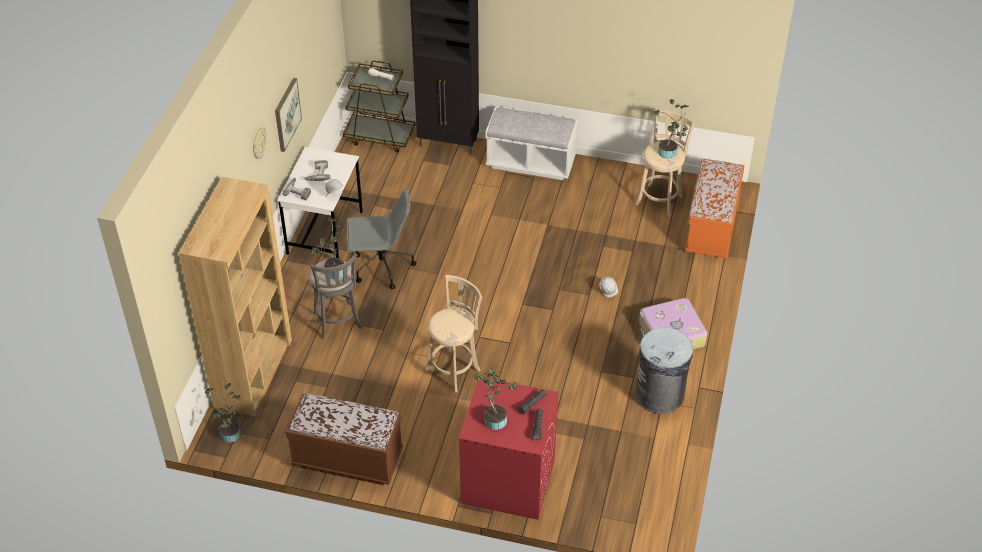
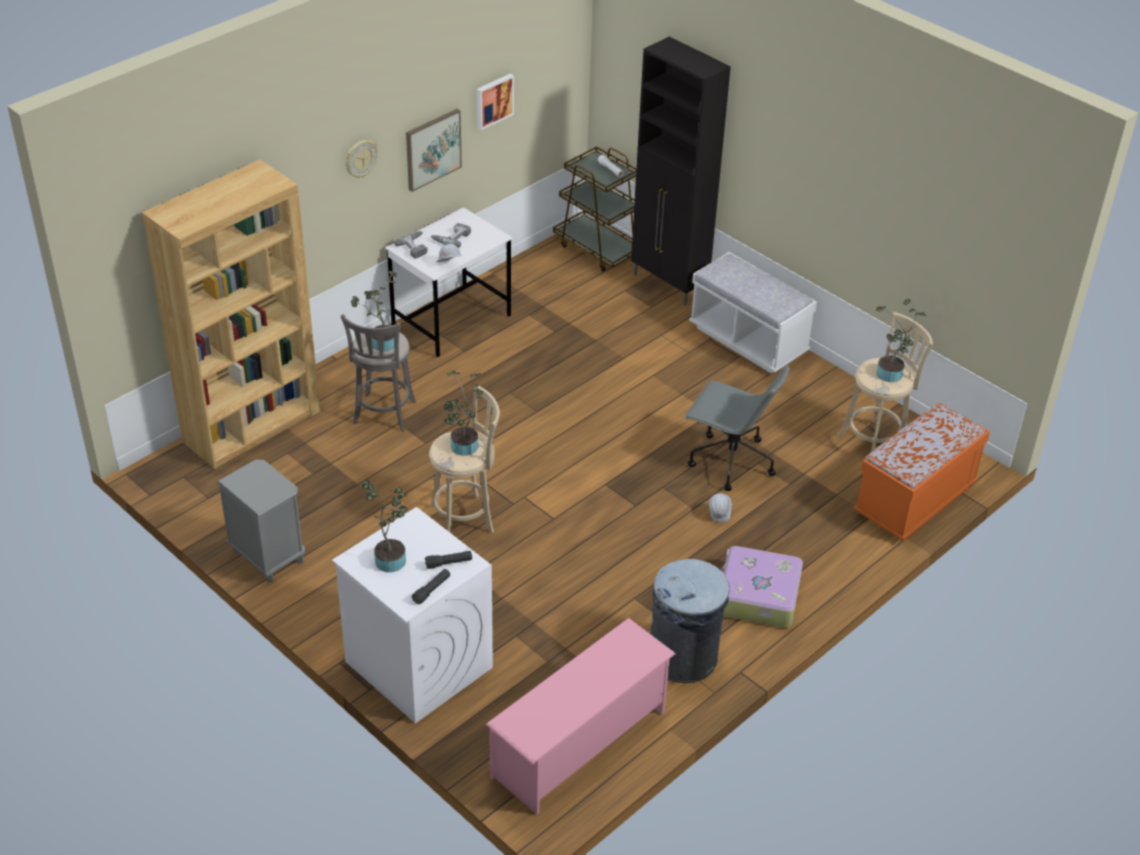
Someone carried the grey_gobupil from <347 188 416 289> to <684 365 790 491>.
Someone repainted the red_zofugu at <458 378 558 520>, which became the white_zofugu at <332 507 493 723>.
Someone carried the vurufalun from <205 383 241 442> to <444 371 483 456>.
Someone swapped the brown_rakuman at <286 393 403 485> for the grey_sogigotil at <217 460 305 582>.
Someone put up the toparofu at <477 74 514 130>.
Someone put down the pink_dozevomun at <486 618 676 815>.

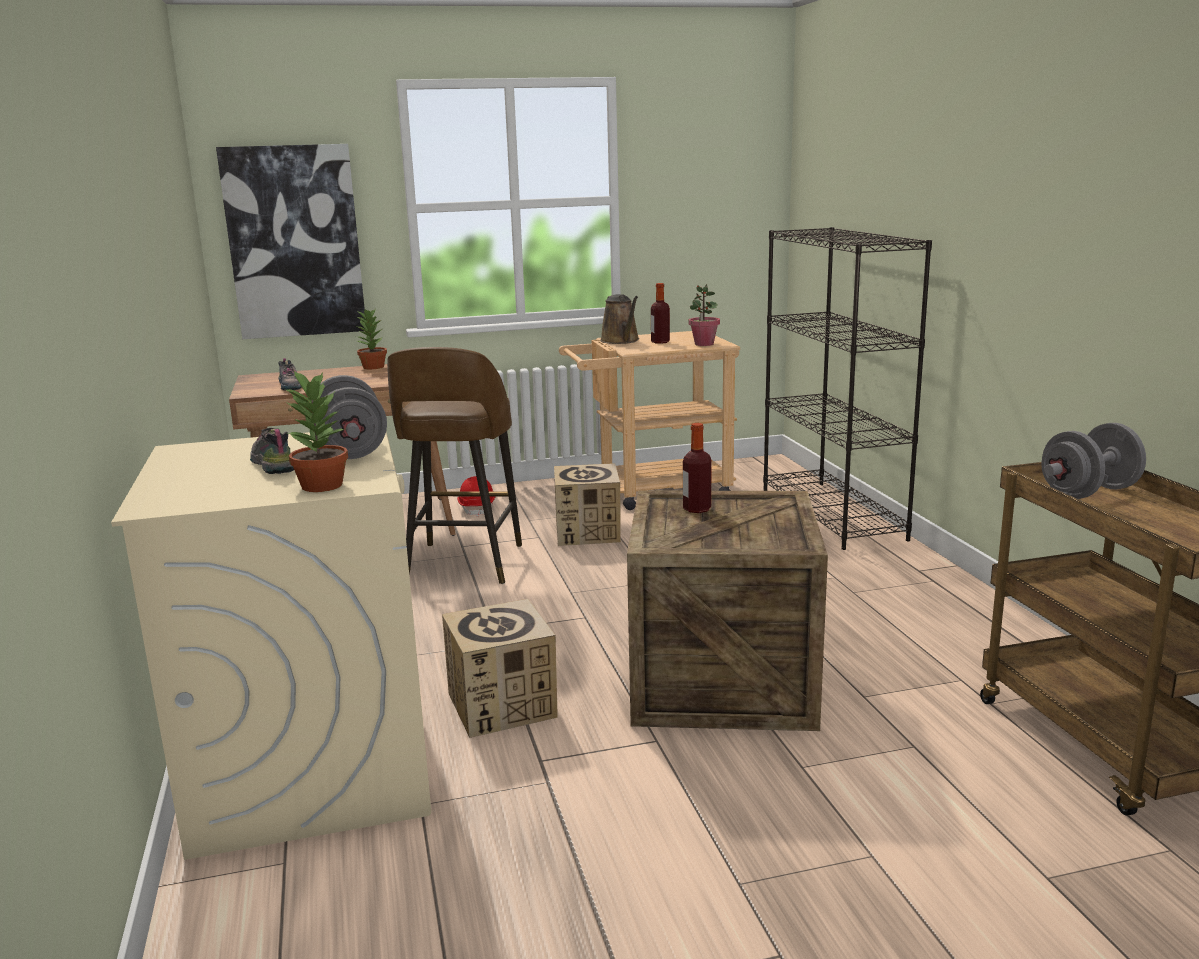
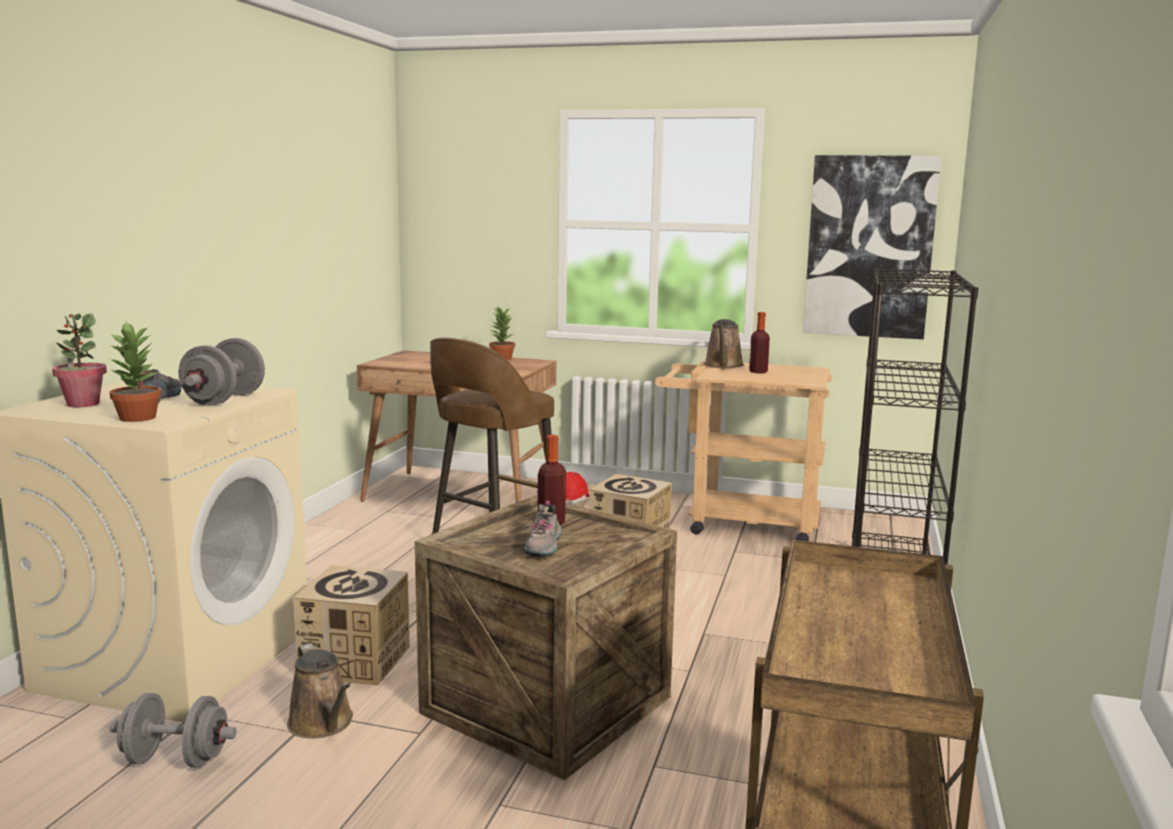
Someone carried the toparofu from <216 144 365 339> to <803 155 941 339>.
Someone carried the vurufalun from <689 284 720 346> to <52 314 107 407>.
Someone carried the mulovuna from <278 358 302 390> to <524 501 562 557>.
Someone carried the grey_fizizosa from <1041 423 1146 499> to <110 693 237 768>.
Someone put down the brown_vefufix at <287 643 353 739>.

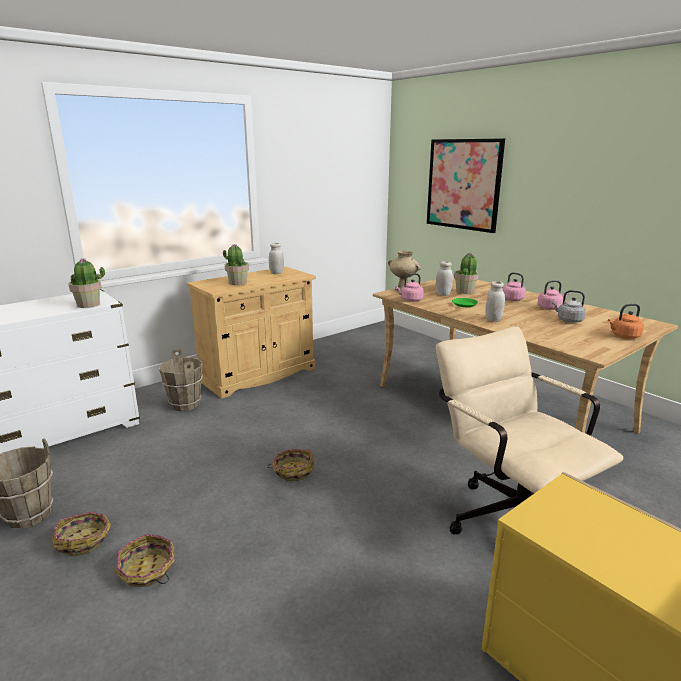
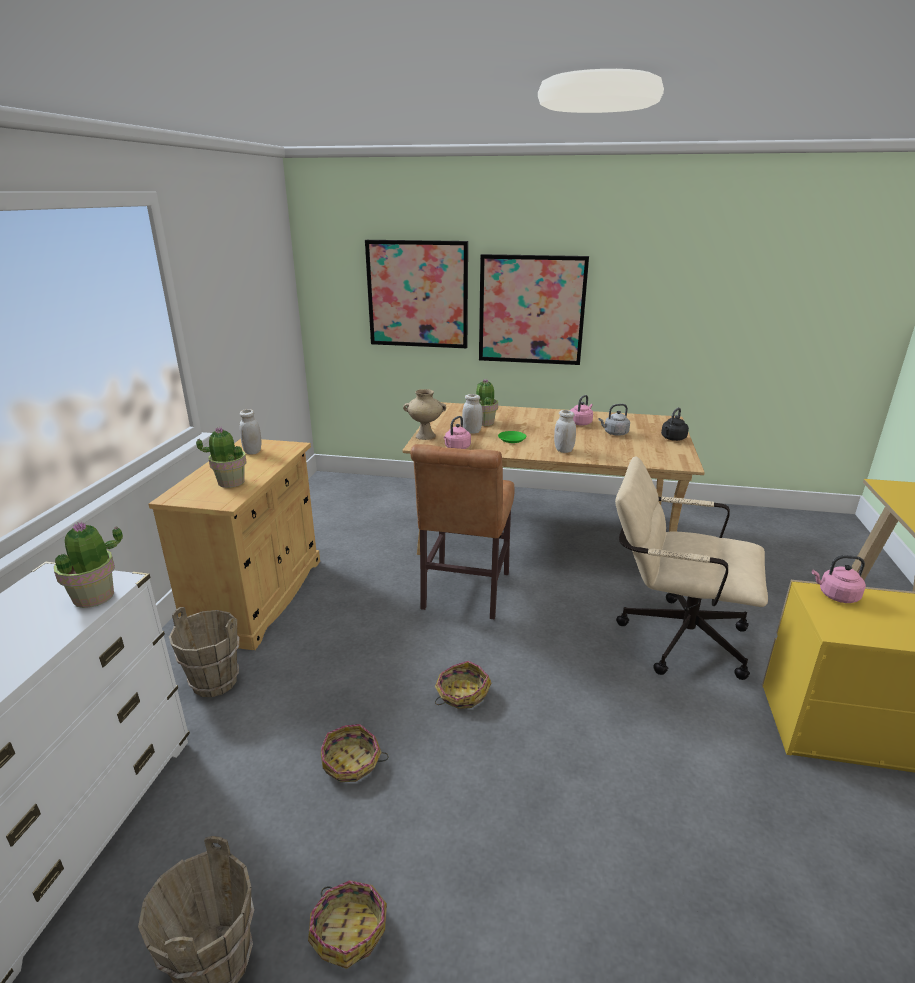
Someone carried the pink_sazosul from <502 272 526 301> to <812 555 866 603>.
Someone repainted the orange_sazosul at <608 304 644 339>, which became the black_sazosul at <661 408 689 441>.
Someone carried the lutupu from <116 534 175 587> to <321 724 389 782>.
Someone put up the toparofu at <479 254 589 365>.
Someone put down the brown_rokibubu at <410 444 514 619>.

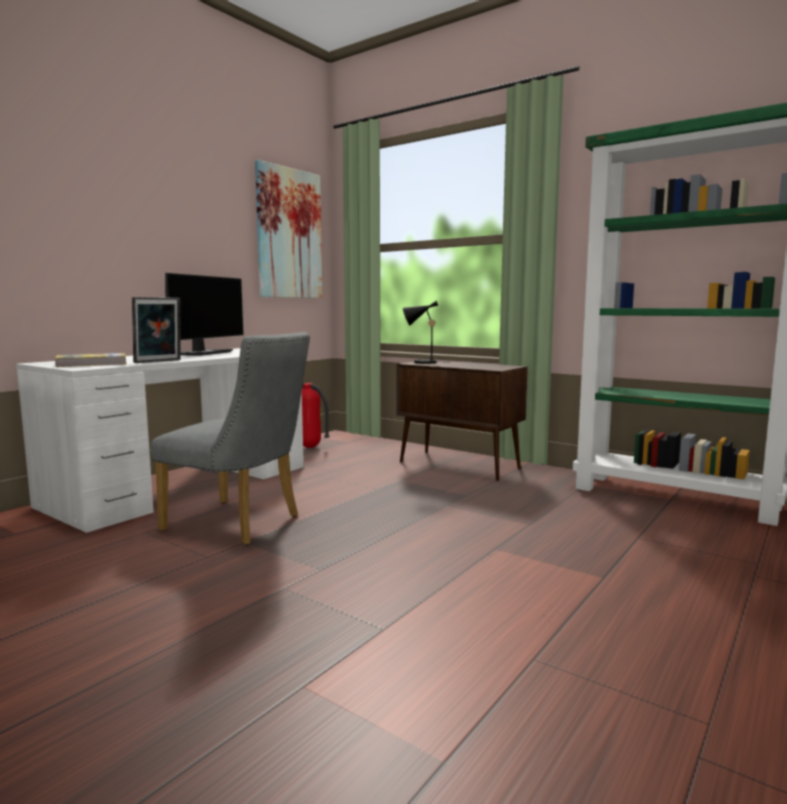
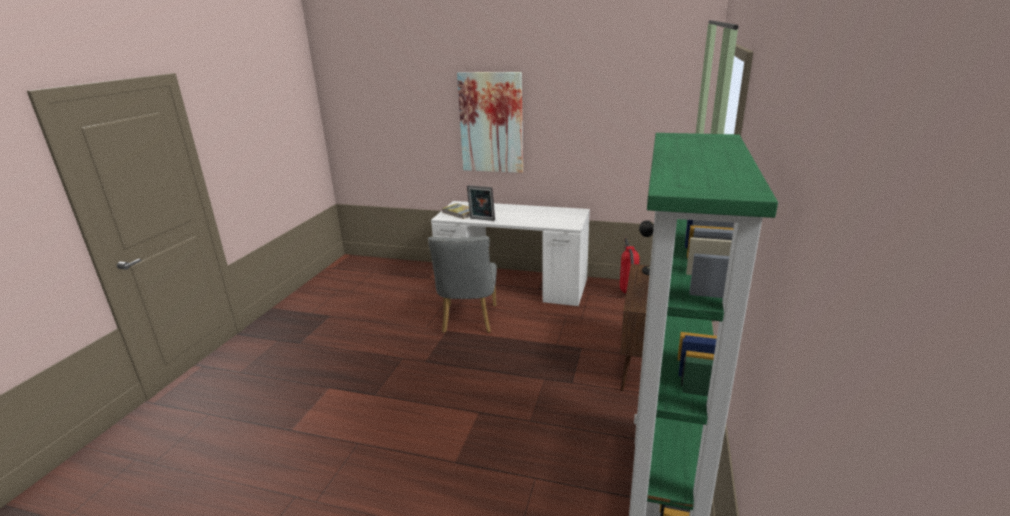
Someone carried the toparofu from <255 160 323 298> to <457 72 523 173>.
Someone took away the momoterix at <165 273 244 356>.

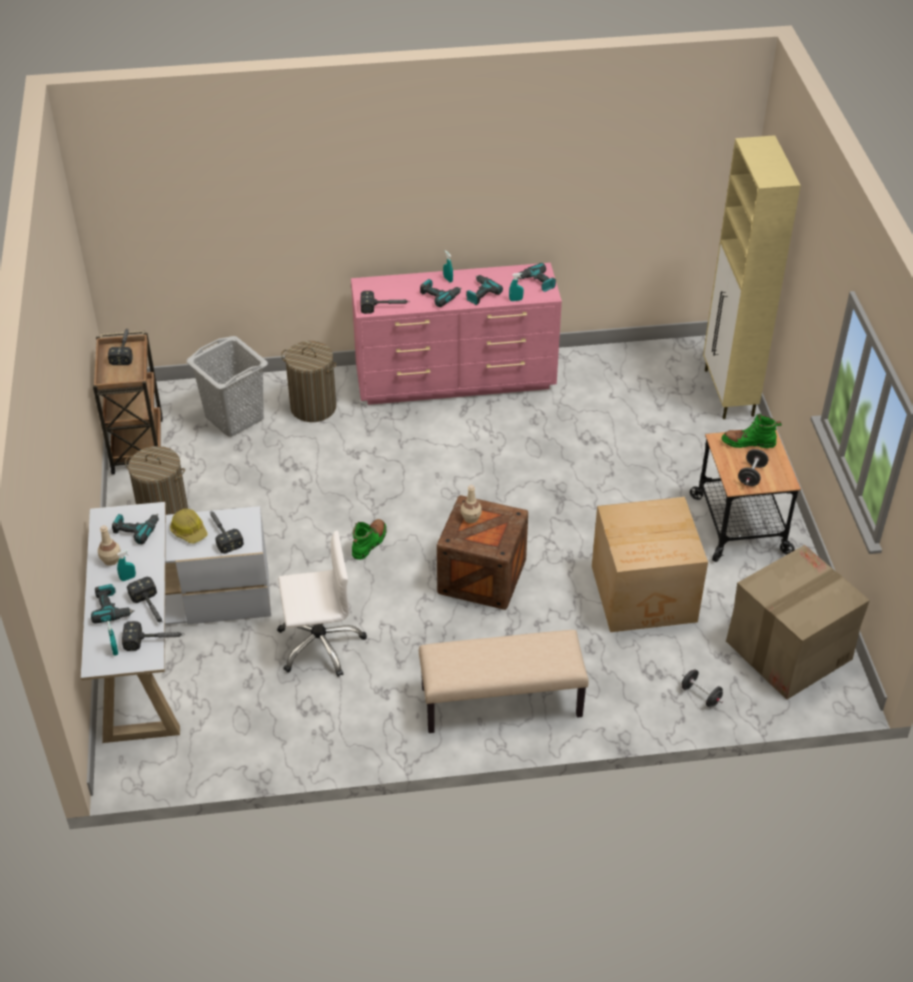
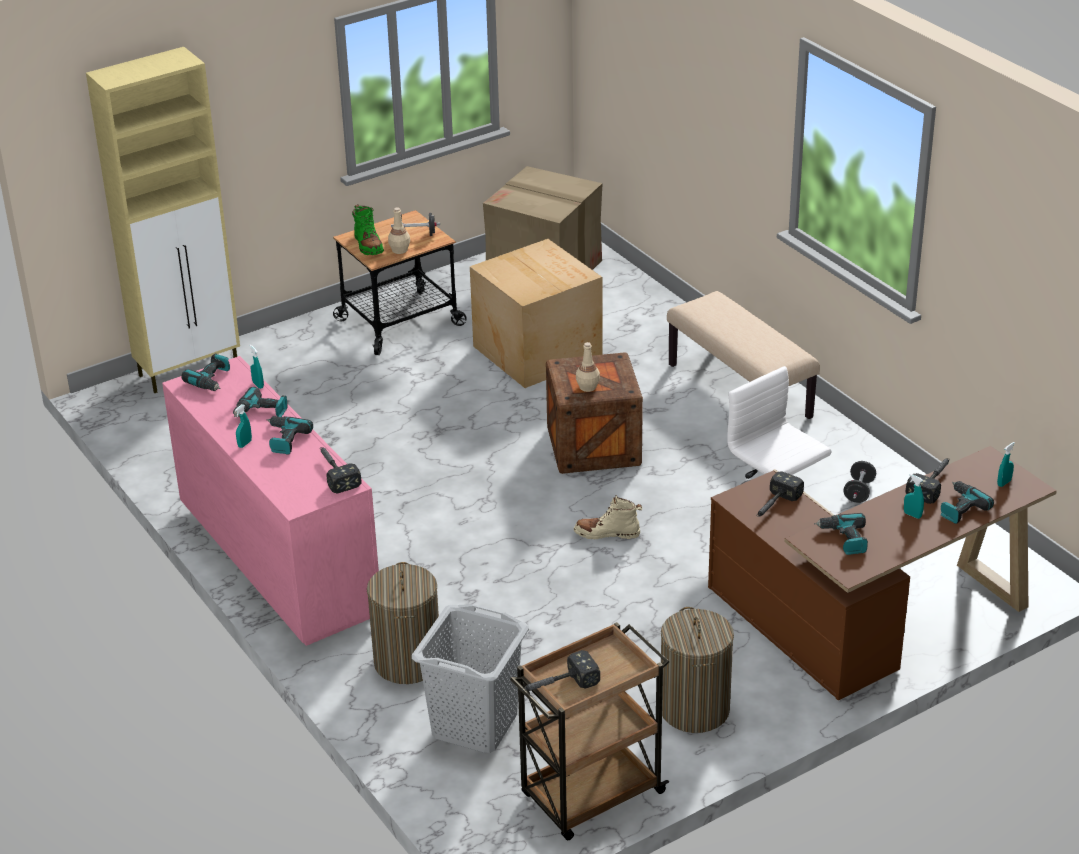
Someone repainted the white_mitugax at <81 502 271 743>, which became the brown_mitugax at <708 446 1057 700>.
Someone took away the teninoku at <170 509 208 543>.
Someone repainted the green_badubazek at <352 519 387 560>, which became the beige_badubazek at <574 495 642 539>.
Someone carried the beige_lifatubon from <98 525 121 566> to <388 207 410 254>.
Someone took away the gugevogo at <122 621 184 651>.
Someone carried the black_fizizosa from <682 669 723 707> to <844 461 876 503>.

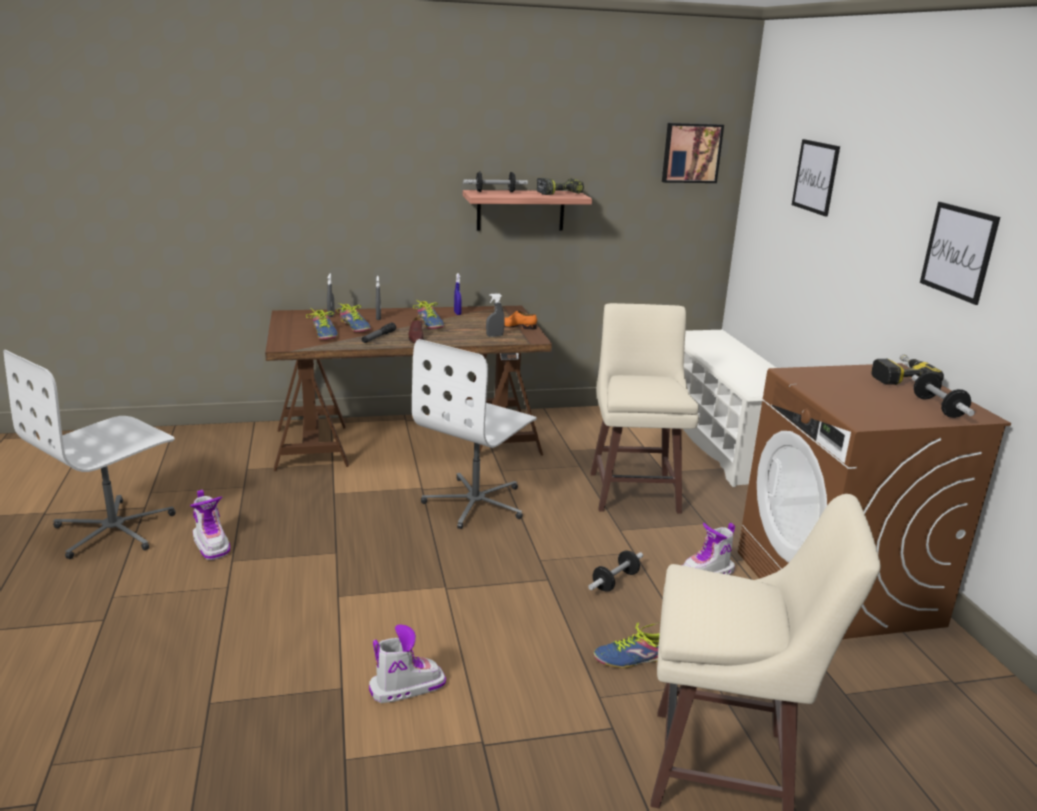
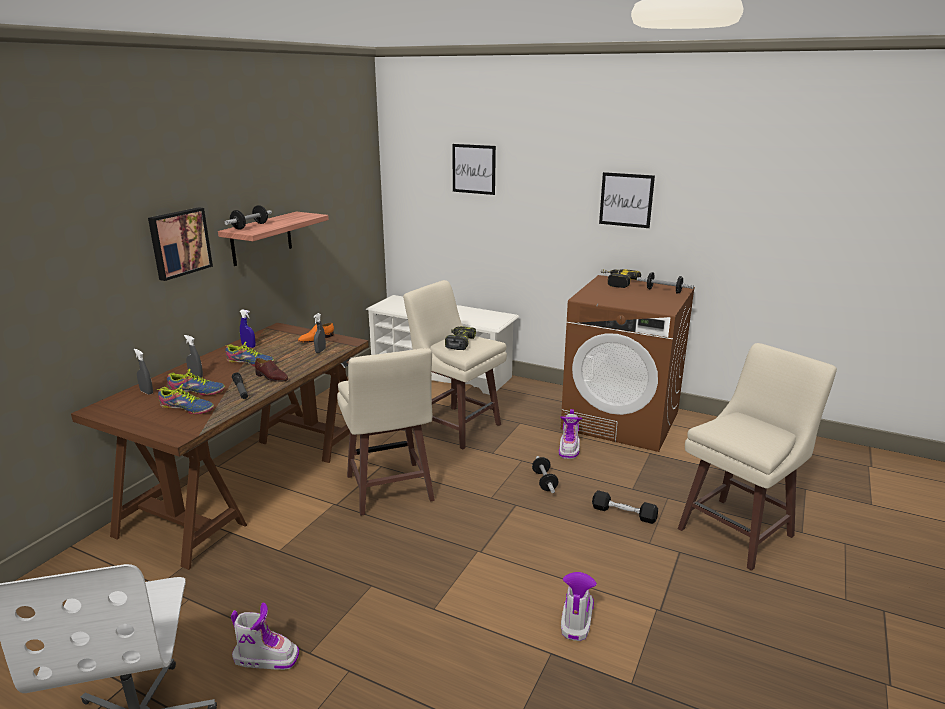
Someone carried the toparofu from <662 123 724 183> to <148 207 213 281>.
Someone carried the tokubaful from <536 178 584 195> to <445 326 476 350>.
Someone swapped the white_gobupil at <412 339 537 529> for the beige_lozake at <337 348 435 516>.
Someone swapped the mulovuna at <593 622 660 668> for the black_fizizosa at <592 490 658 524>.

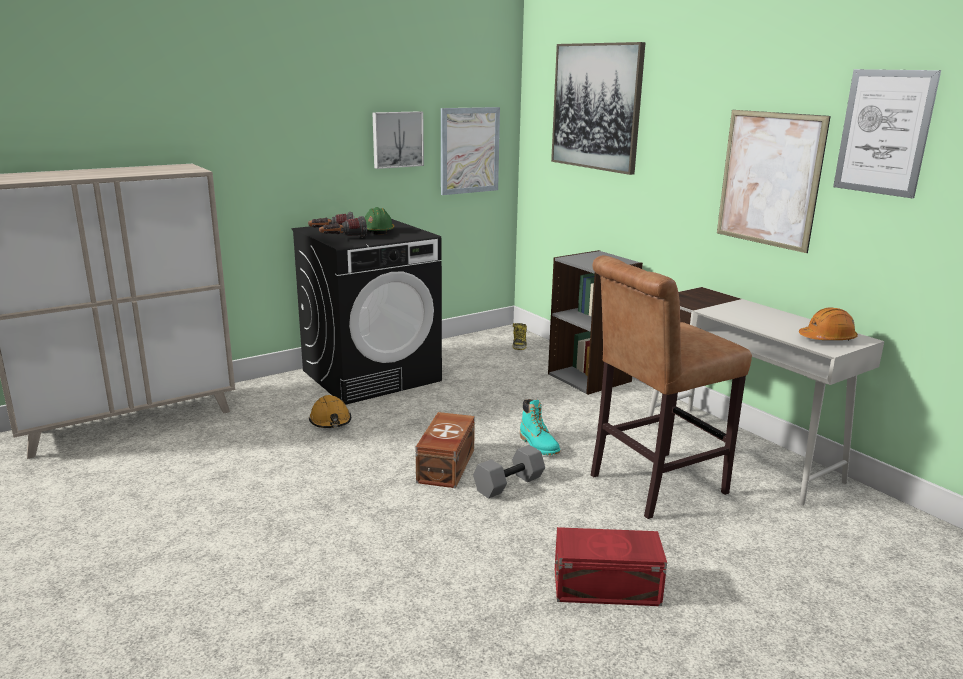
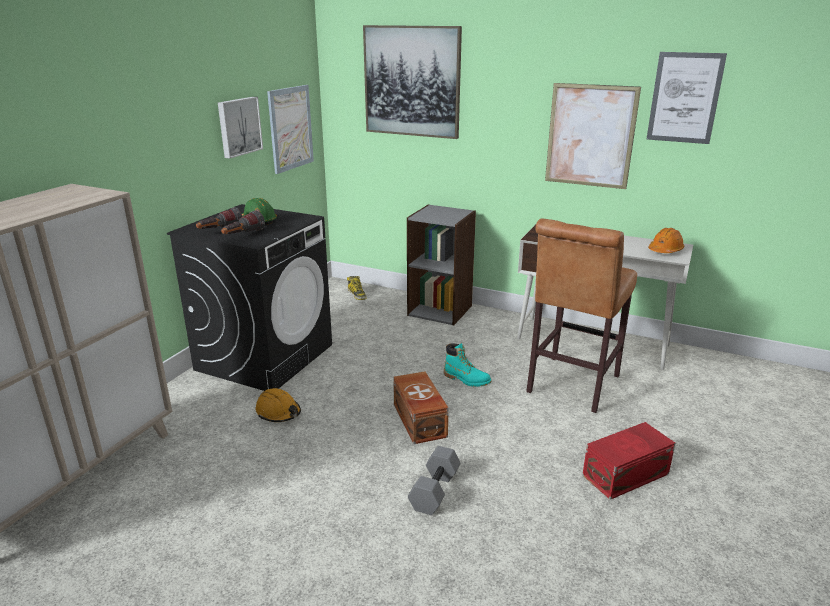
Someone carried the grey_fizizosa from <473 445 545 499> to <408 446 460 515>.

